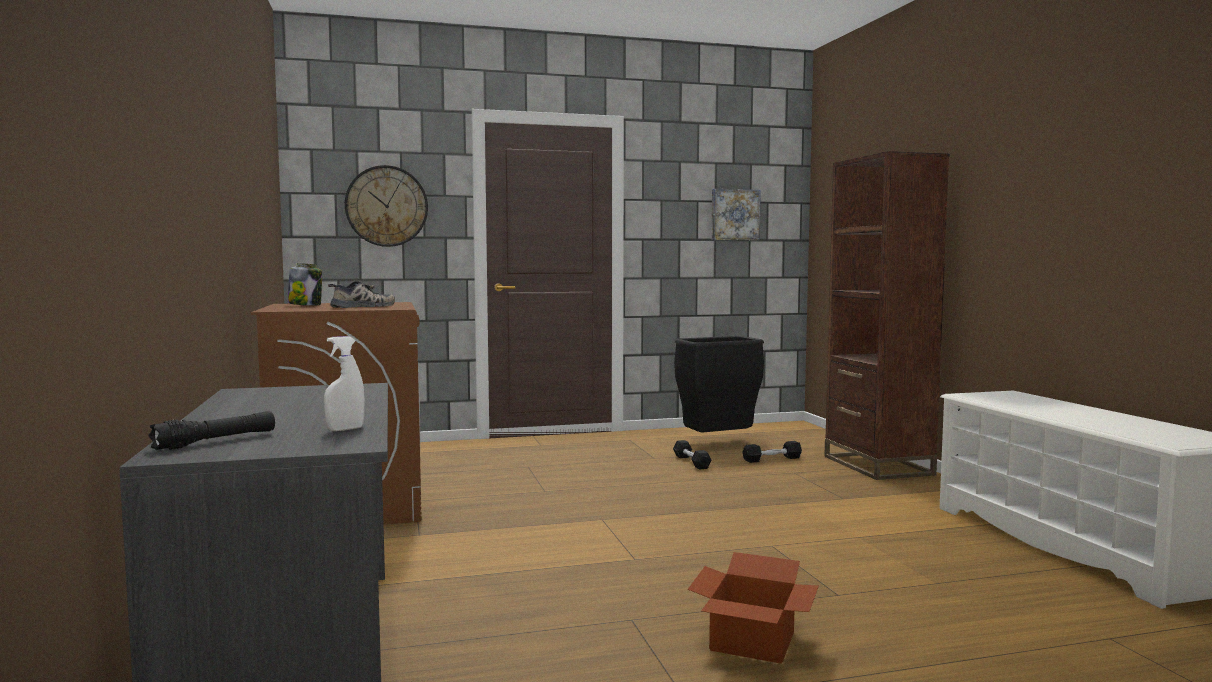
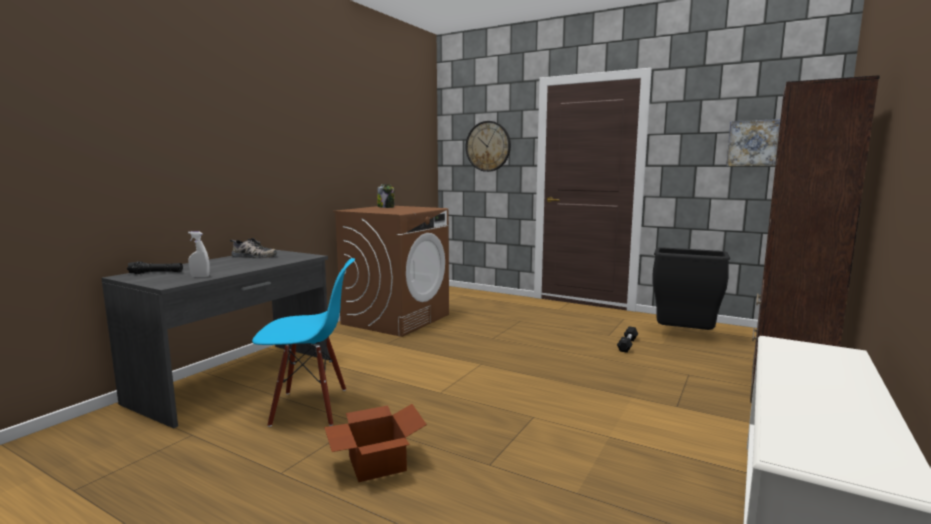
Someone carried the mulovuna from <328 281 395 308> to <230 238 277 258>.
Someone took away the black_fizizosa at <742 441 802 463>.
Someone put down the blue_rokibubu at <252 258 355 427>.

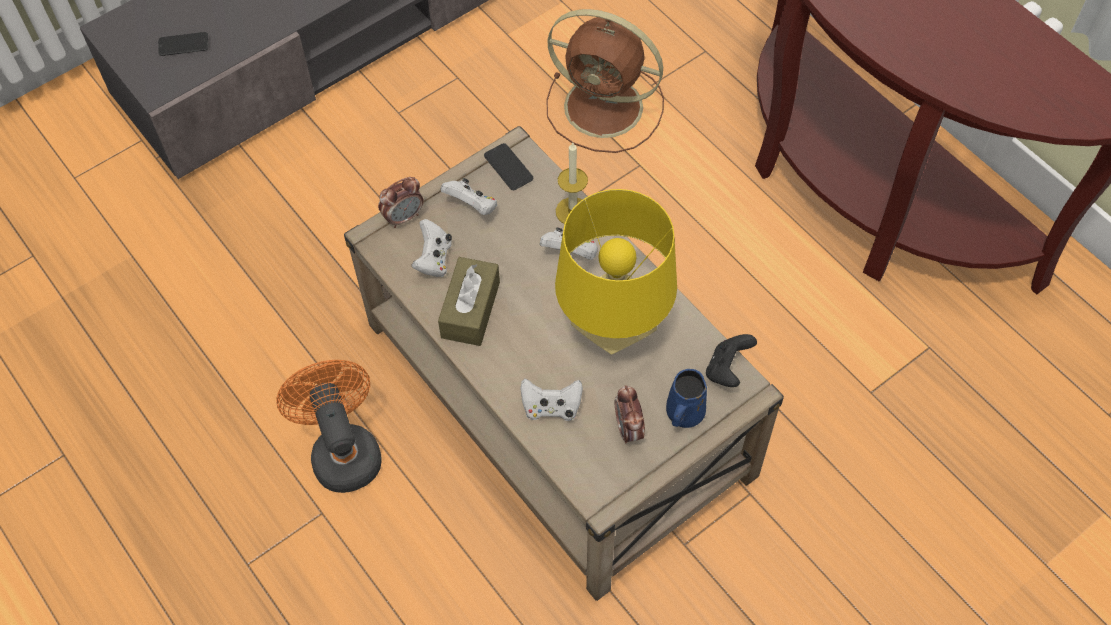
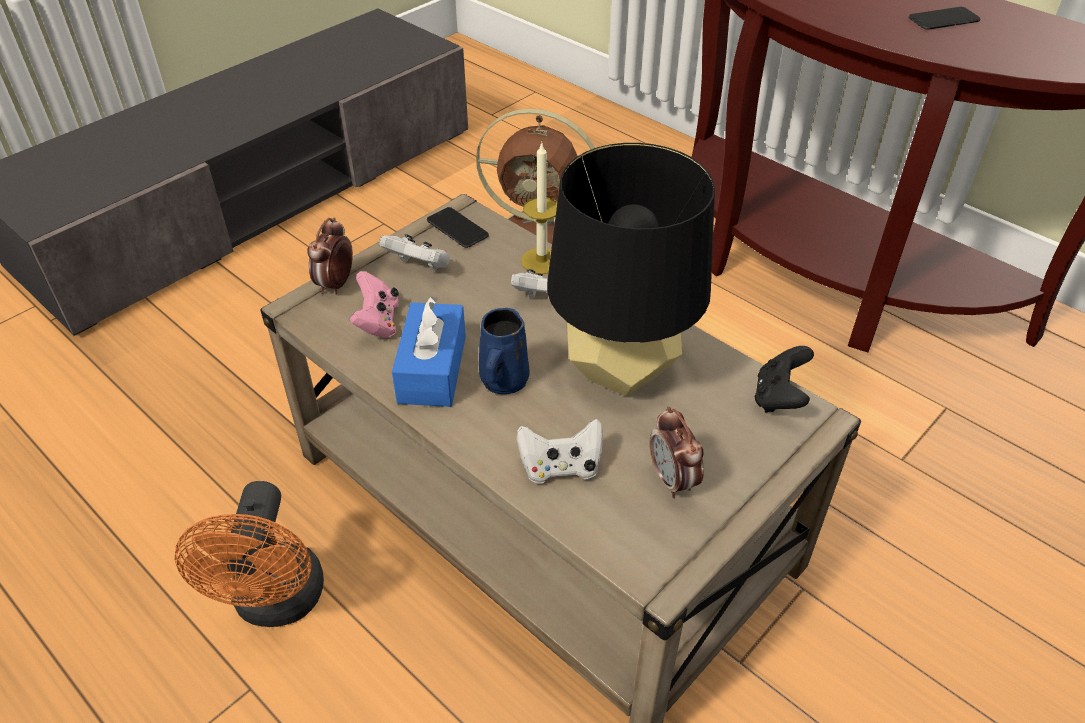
Someone carried the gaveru from <158 32 208 56> to <909 7 980 30>.
Someone rotated the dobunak at <378 177 424 228> by 150 degrees clockwise.
Someone repainted the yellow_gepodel at <555 189 677 355>, which became the black_gepodel at <547 143 715 396>.
Someone repainted the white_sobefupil at <411 219 452 277>, which became the pink_sobefupil at <350 271 399 338>.
Someone repainted the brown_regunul at <438 257 500 346>, which became the blue_regunul at <392 296 466 407>.
Someone rotated the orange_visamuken at <276 360 382 493> by 150 degrees counterclockwise.
Someone carried the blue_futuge from <666 369 707 428> to <479 308 530 394>.

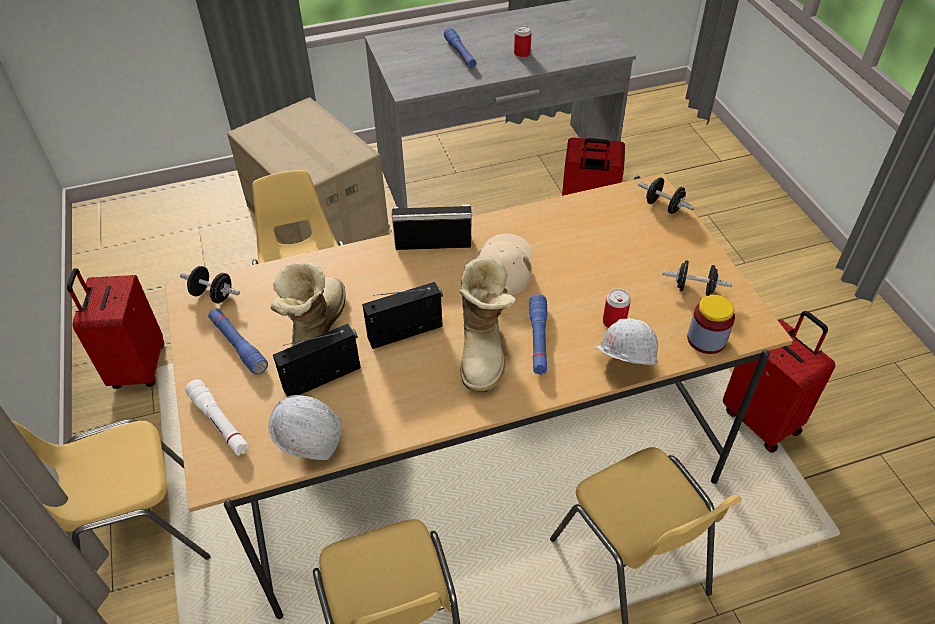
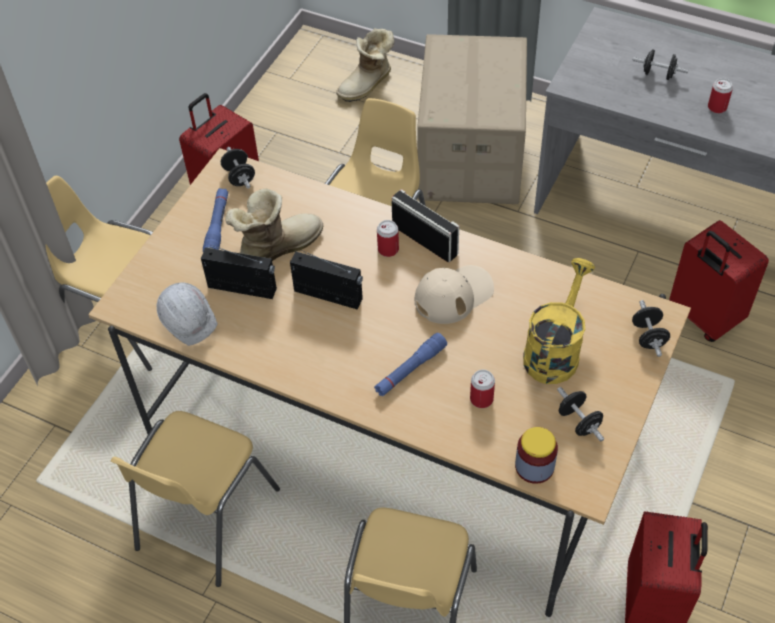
Someone swapped the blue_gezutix at <444 28 477 68> for the black_fizizosa at <632 50 688 80>.
Someone carried the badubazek from <459 256 516 392> to <337 28 394 102>.
Someone took away the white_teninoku at <593 318 658 365>.
Someone took away the white_gezutix at <185 379 249 456>.
Someone put down the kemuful at <377 220 399 257>.
Someone put down the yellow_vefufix at <523 258 595 384>.

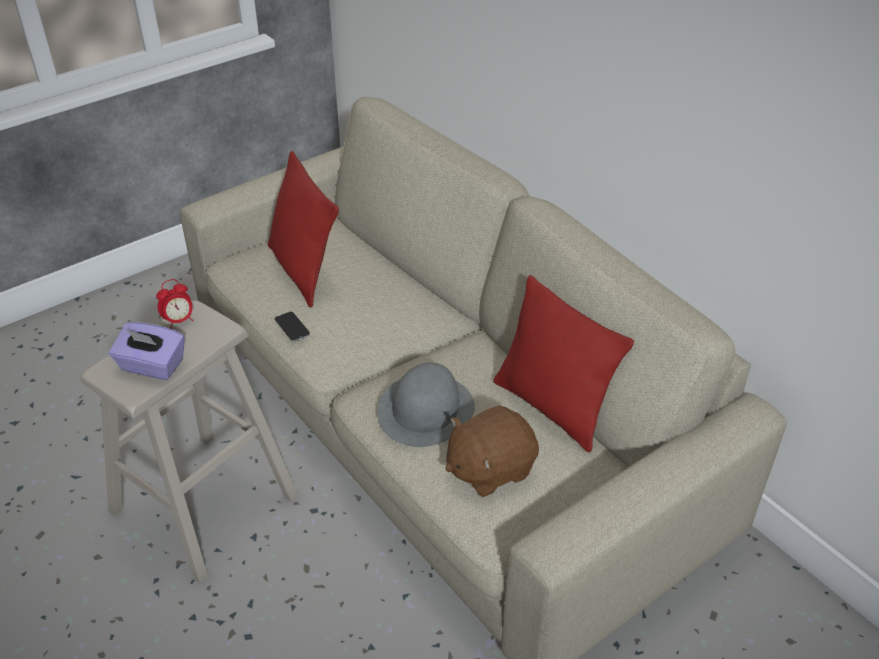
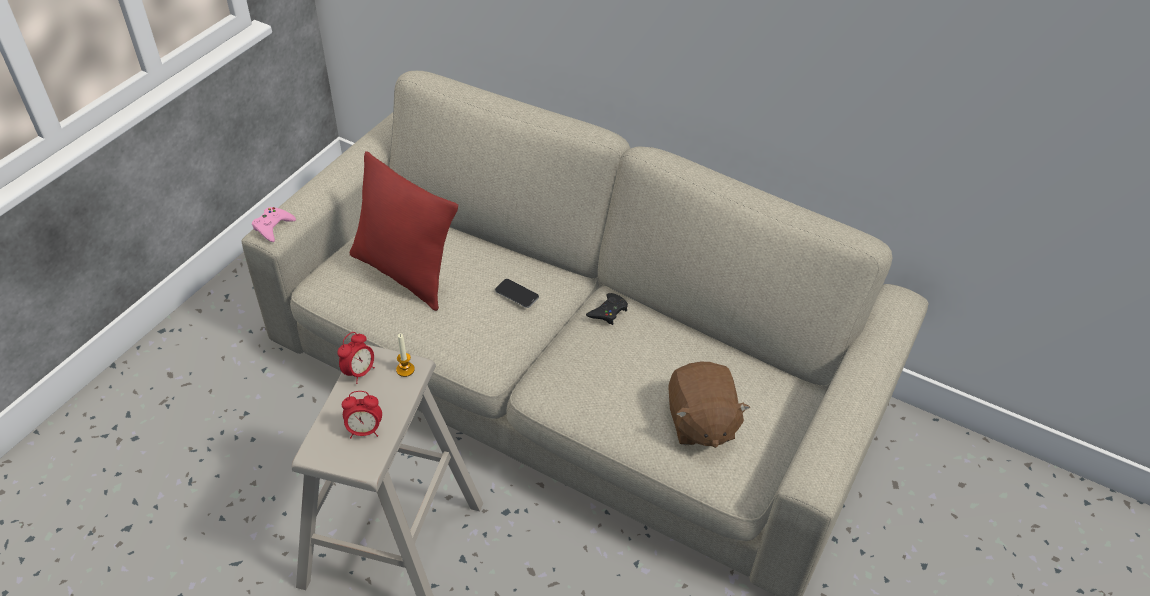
Someone took away the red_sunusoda at <493 275 634 452>.
Someone carried the gaveru from <275 312 310 342> to <495 279 539 308>.
Someone swapped the purple_regunul at <109 322 185 380> for the dobunak at <342 391 382 438>.
Someone took away the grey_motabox at <377 363 475 447>.
Someone rotated the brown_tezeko at <446 405 539 497> by 45 degrees counterclockwise.
Someone put down the pink_sobefupil at <252 207 296 242>.
Someone put down the black_sobefupil at <586 293 628 325>.
Someone put down the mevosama at <396 333 415 377>.

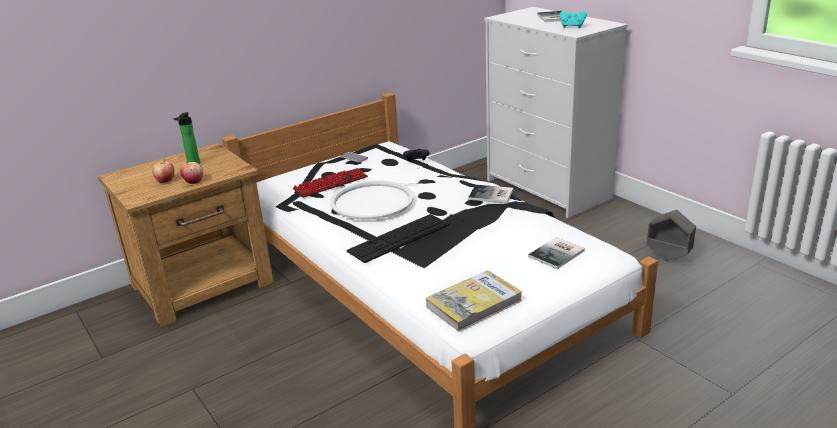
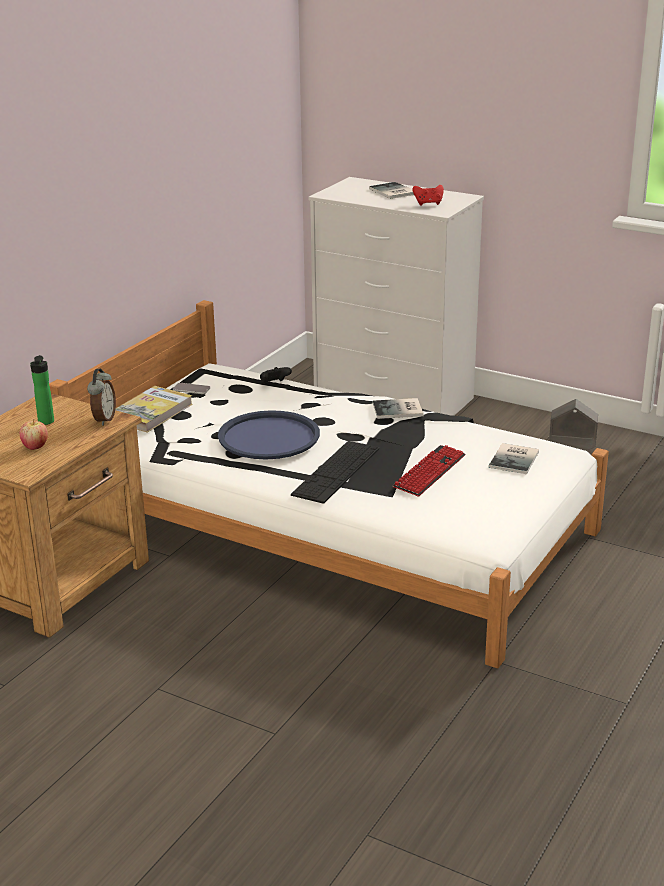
Someone repainted the turquoise_sobefupil at <560 11 587 28>, which became the red_sobefupil at <412 185 444 206>.
Someone took away the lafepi at <180 161 203 184>.
Someone carried the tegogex from <293 168 368 198> to <393 445 466 496>.
Someone repainted the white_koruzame at <330 180 414 220>, which became the blue_koruzame at <218 410 320 460>.
Someone carried the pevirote from <426 270 522 332> to <115 386 193 433>.
Someone put down the dobunak at <87 369 116 426>.

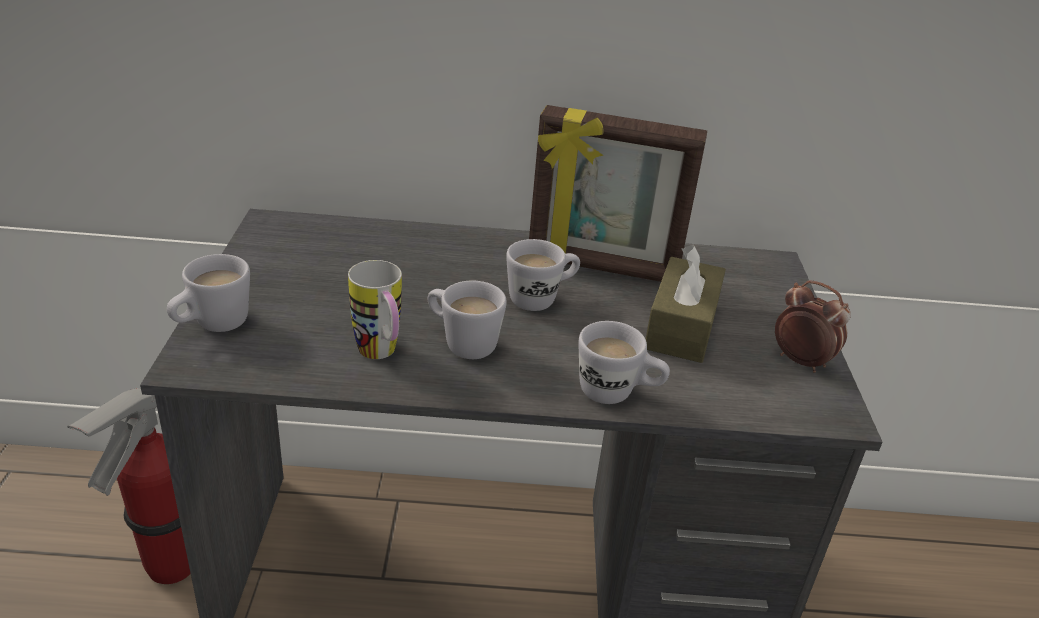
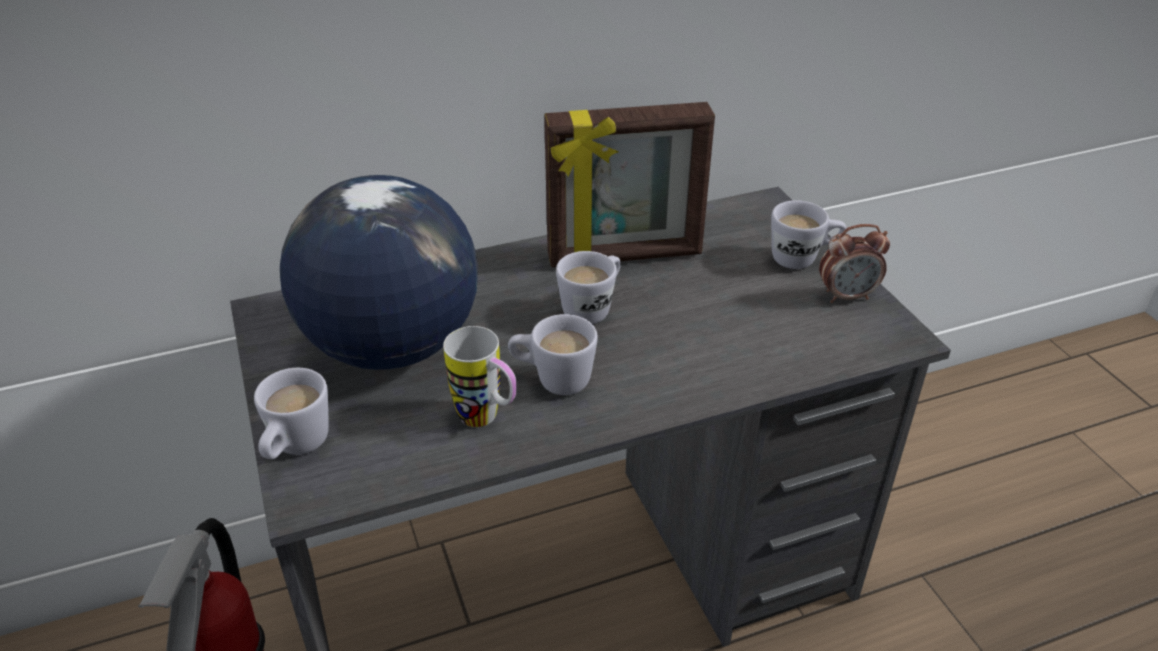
Someone took away the brown_regunul at <646 245 726 363>.
Someone rotated the dobunak at <775 280 851 373> by 150 degrees clockwise.
Someone carried the white_futuge from <579 321 670 404> to <771 200 847 269>.
Someone put down the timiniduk at <280 175 478 370>.

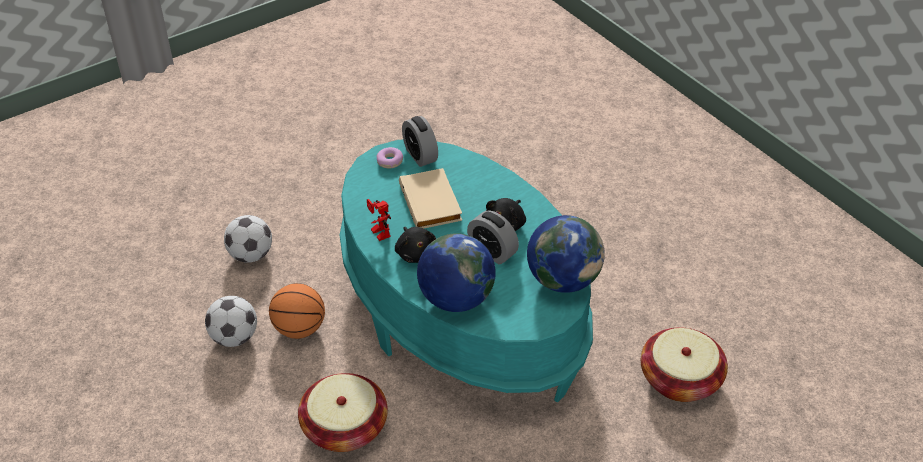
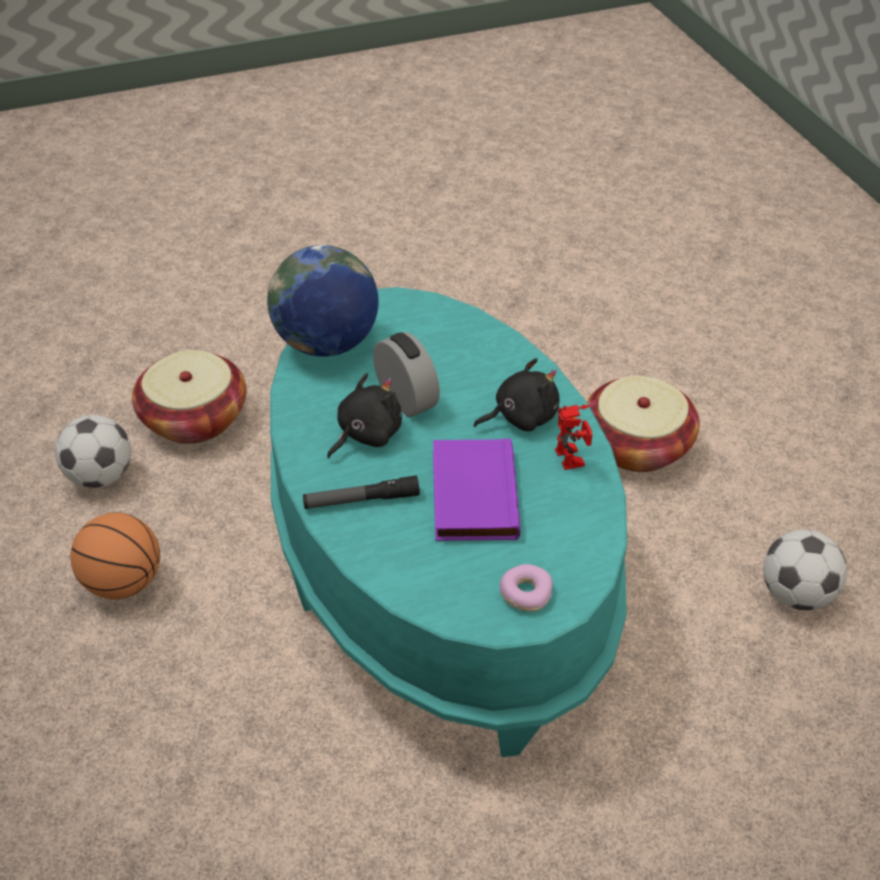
Someone took away the dobunak at <402 116 438 167>.
Someone repainted the beige_pevirote at <399 168 462 228>, which became the purple_pevirote at <433 438 520 541>.
Someone carried the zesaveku from <224 215 272 263> to <55 415 131 488>.
Someone rotated the black_tezeko at <395 227 436 263> by 75 degrees clockwise.
Someone took away the timiniduk at <417 233 496 312>.
Someone carried the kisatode from <269 283 325 339> to <70 512 160 600>.
Someone put down the gezutix at <303 475 420 509>.

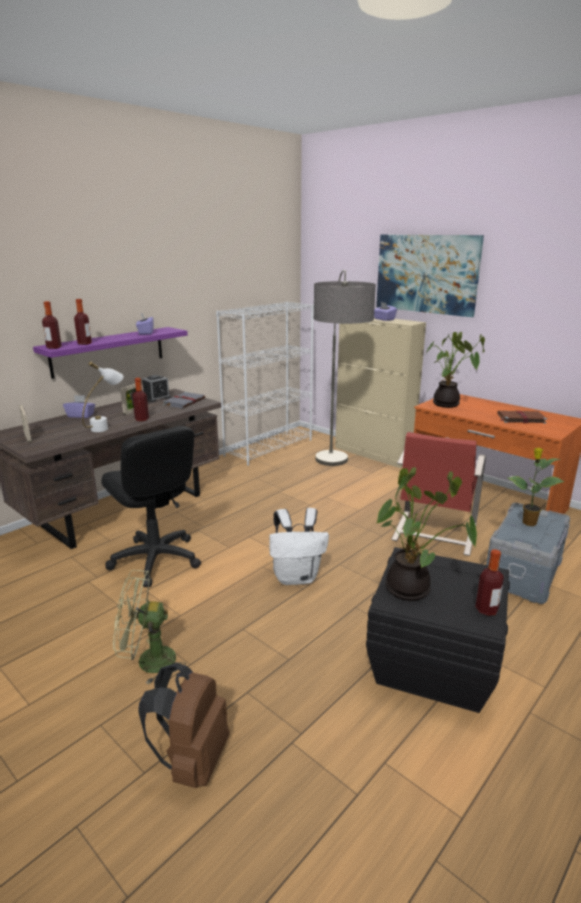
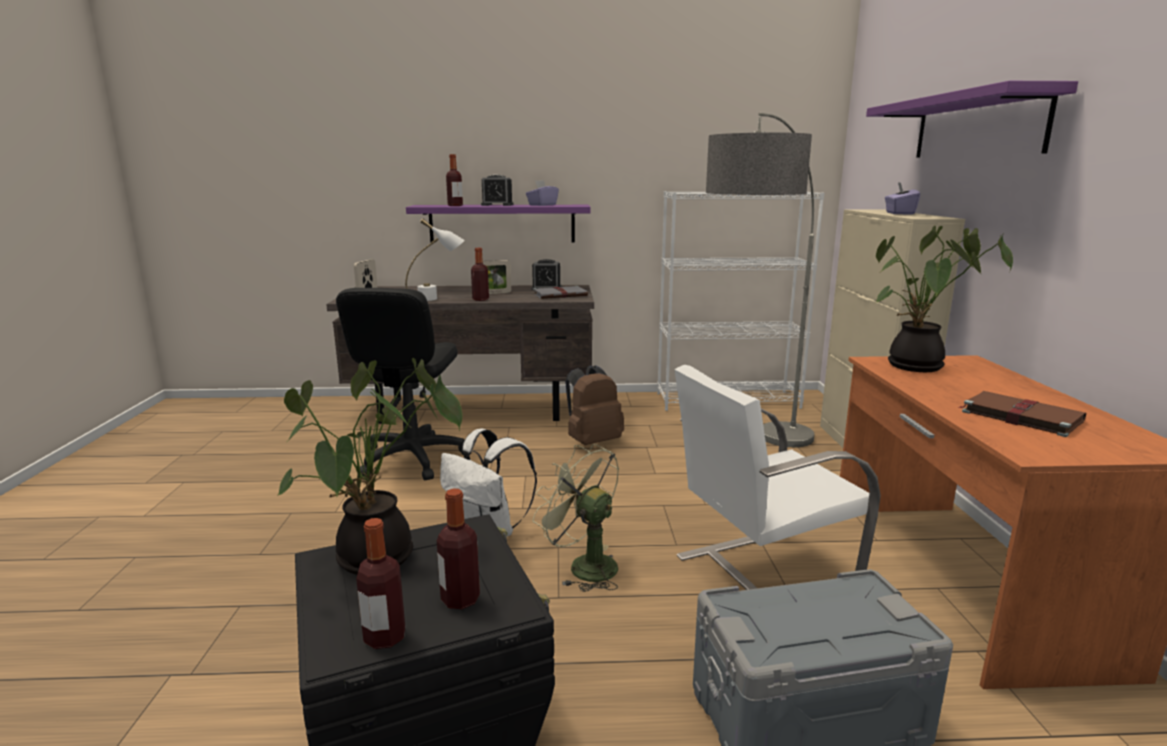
Someone swapped the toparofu at <376 235 484 317> for the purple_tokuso at <866 81 1078 158>.
Someone carried the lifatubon from <42 301 62 349> to <437 489 480 609>.
Someone took away the purple_regunul at <63 395 95 418>.
Someone repainted the red_rokibubu at <391 432 486 556>, which became the white_rokibubu at <674 365 881 590>.
Someone took away the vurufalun at <507 448 565 526>.
Someone carried the green_visamuken from <113 570 186 684> to <533 444 619 592>.
Someone carried the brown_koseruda from <138 662 230 788> to <565 365 624 445>.
Someone put down the dobunak at <481 175 514 206>.

